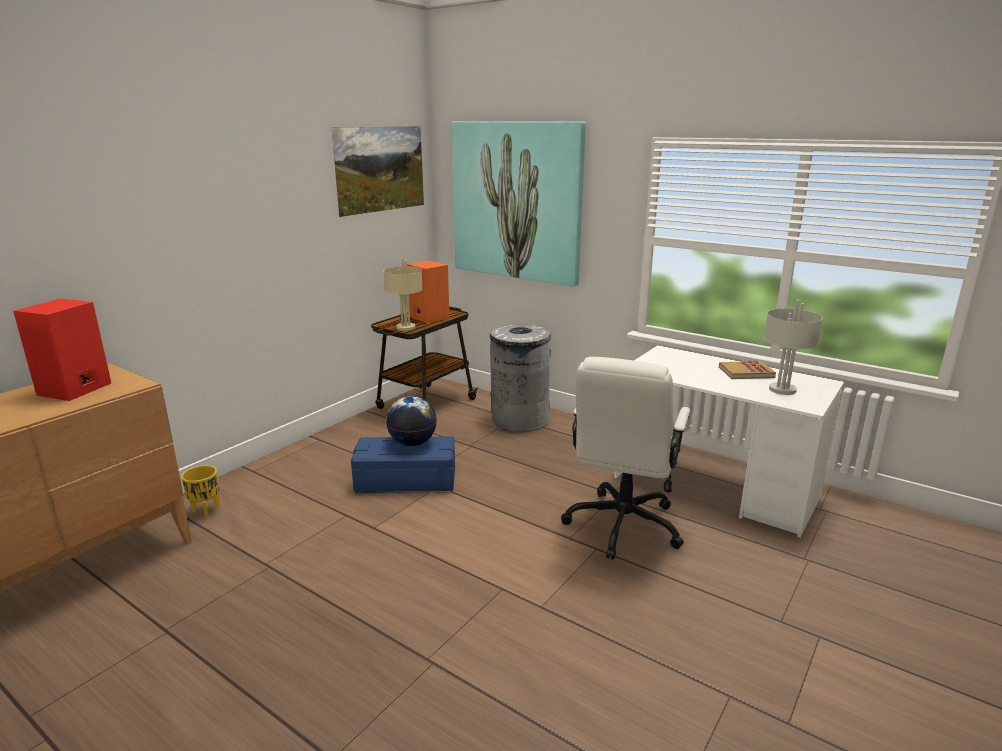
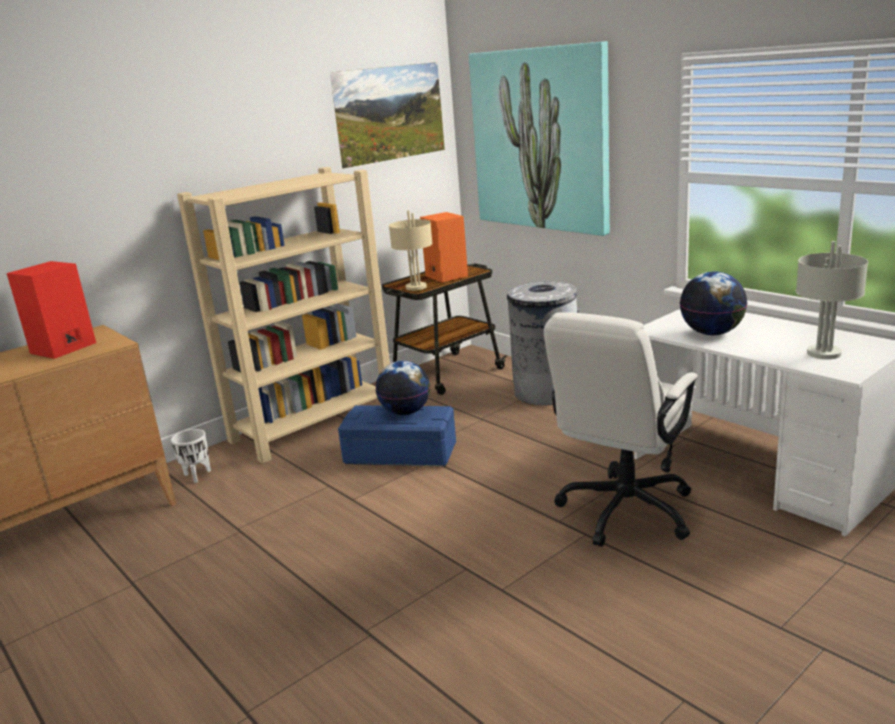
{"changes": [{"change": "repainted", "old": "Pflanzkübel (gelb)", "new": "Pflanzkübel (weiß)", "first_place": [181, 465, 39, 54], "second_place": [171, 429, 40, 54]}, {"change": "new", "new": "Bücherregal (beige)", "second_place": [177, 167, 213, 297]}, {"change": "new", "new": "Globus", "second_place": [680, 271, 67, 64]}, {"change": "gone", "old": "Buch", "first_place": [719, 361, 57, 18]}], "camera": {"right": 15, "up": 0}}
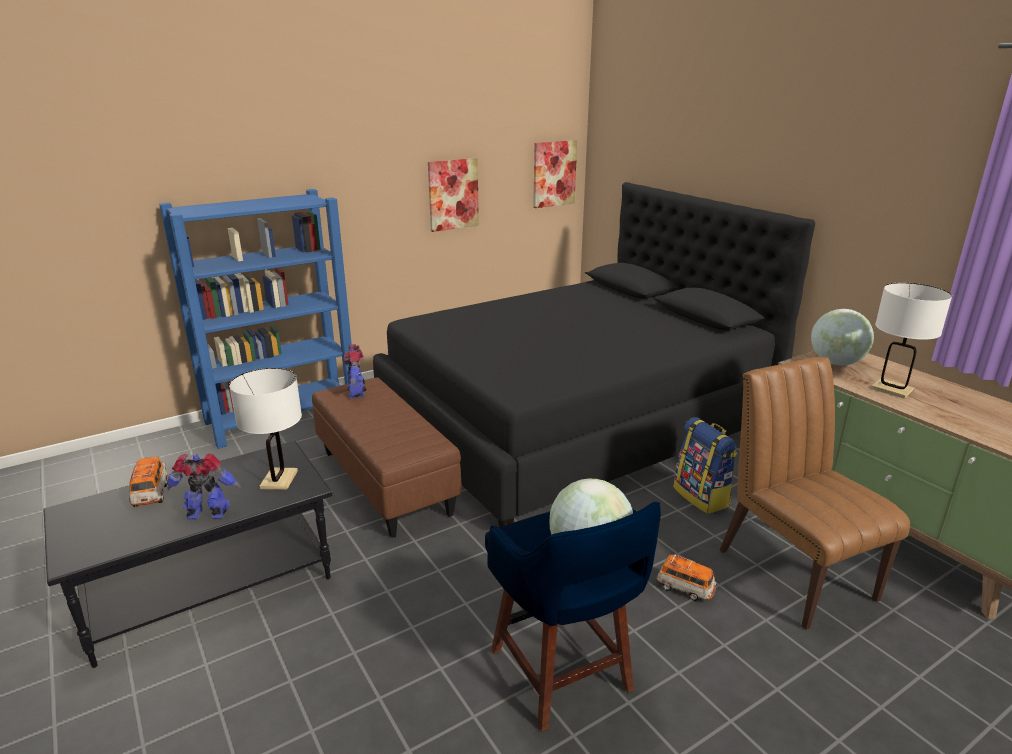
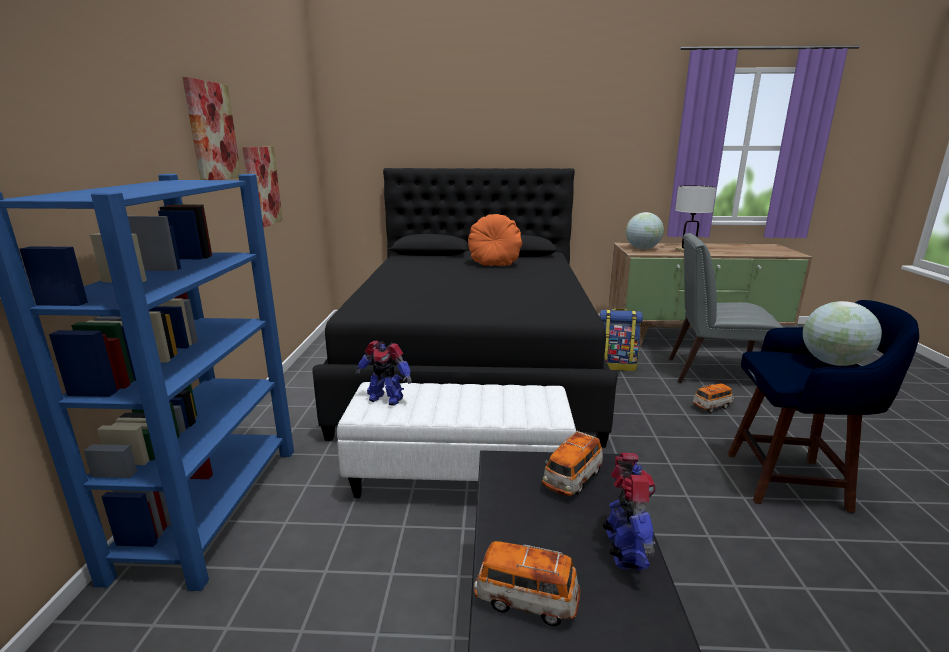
{"changes": [{"change": "shifted", "old": "Bild", "first_place": [533, 140, 44, 68], "second_place": [182, 77, 59, 103]}, {"change": "repainted", "old": "Polsterhocker (braun)", "new": "Polsterhocker (weiß)", "first_place": [312, 377, 150, 161], "second_place": [337, 382, 239, 116]}, {"change": "new", "new": "Kissen (orange)", "second_place": [468, 214, 54, 52]}, {"change": "swapped", "old": "Tischlampe (weiß)", "new": "Spielzeugauto", "first_place": [229, 368, 73, 122], "second_place": [542, 430, 61, 66]}, {"change": "rotated", "old": "Spielzeugroboter", "first_place": [166, 453, 75, 66], "second_place": [603, 453, 53, 118], "degrees": 150}, {"change": "repainted", "old": "Stuhl (braun)", "new": "Stuhl (grau)", "first_place": [719, 357, 191, 273], "second_place": [669, 233, 114, 150]}], "camera": {"right": -55, "up": -5}}
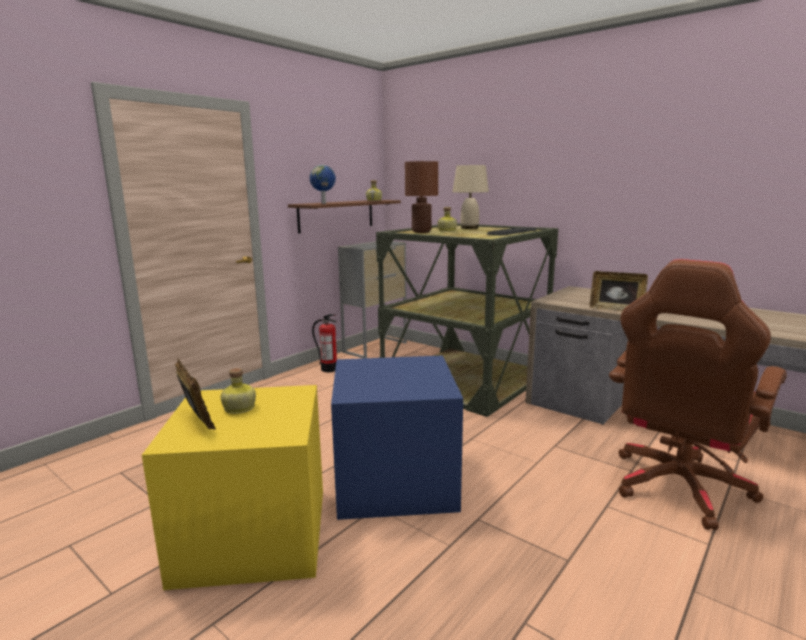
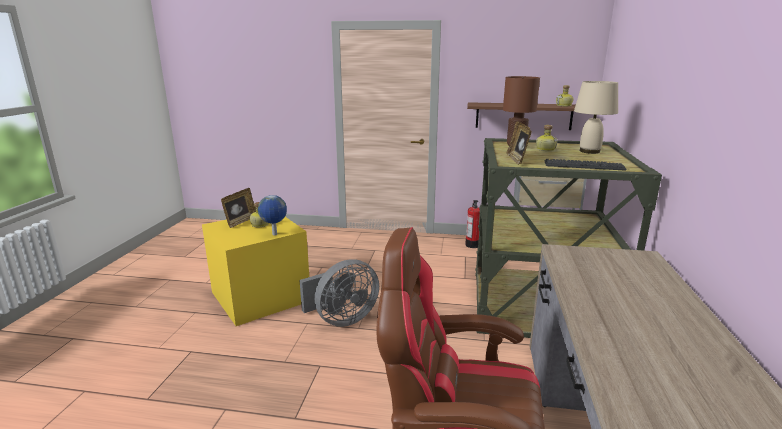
{"changes": [{"change": "shifted", "old": "Globus", "first_place": [310, 165, 26, 39], "second_place": [258, 195, 29, 41]}, {"change": "swapped", "old": "Aufbewahrungsbox (blau)", "new": "Ventilator (grau)", "first_place": [331, 355, 132, 165], "second_place": [300, 259, 79, 68]}, {"change": "shifted", "old": "Bilderrahmen", "first_place": [590, 271, 58, 41], "second_place": [506, 121, 26, 44]}], "camera": {"right": 60, "up": 5}}
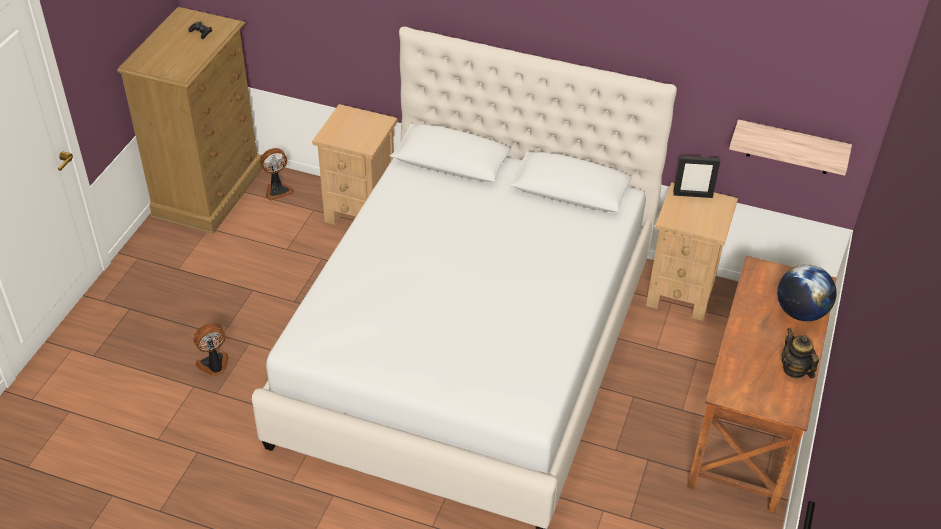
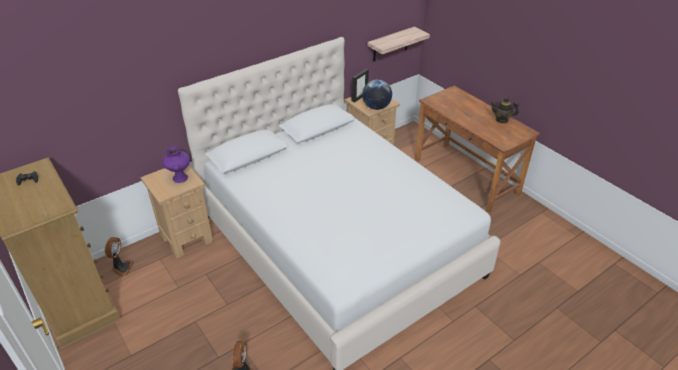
{"changes": [{"change": "new", "new": "Vase (lila)", "second_place": [162, 146, 28, 37]}, {"change": "shifted", "old": "Globus", "first_place": [777, 264, 60, 57], "second_place": [362, 79, 30, 31]}], "camera": {"right": -55, "up": -5}}
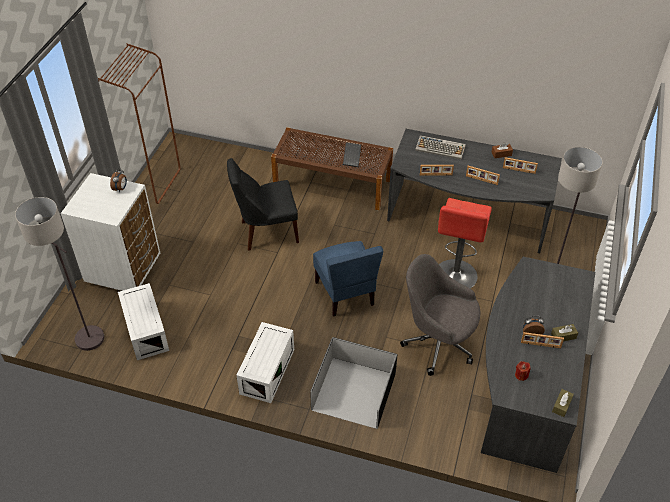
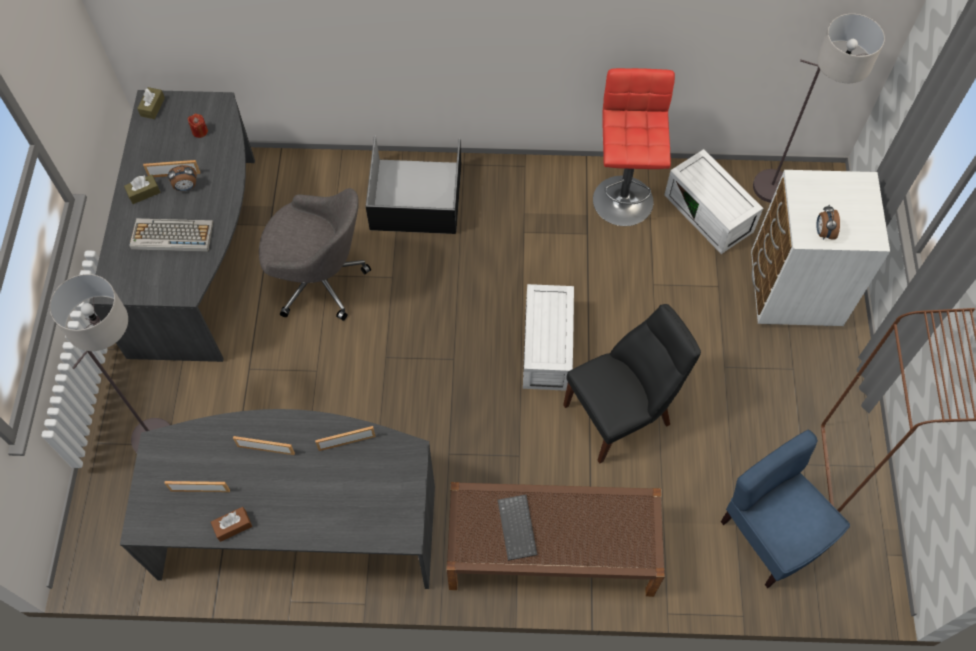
{"changes": [{"change": "shifted", "old": "Tastatur", "first_place": [415, 135, 51, 24], "second_place": [130, 218, 84, 34]}, {"change": "shifted", "old": "Aufbewahrungsbox (weiß)", "first_place": [236, 322, 58, 81], "second_place": [523, 284, 51, 107]}, {"change": "shifted", "old": "Hocker (rot)", "first_place": [438, 198, 54, 91], "second_place": [593, 68, 82, 158]}, {"change": "shifted", "old": "Stuhl (blau)", "first_place": [313, 241, 70, 76], "second_place": [721, 430, 129, 158]}], "camera": {"right": 165, "up": 15}}
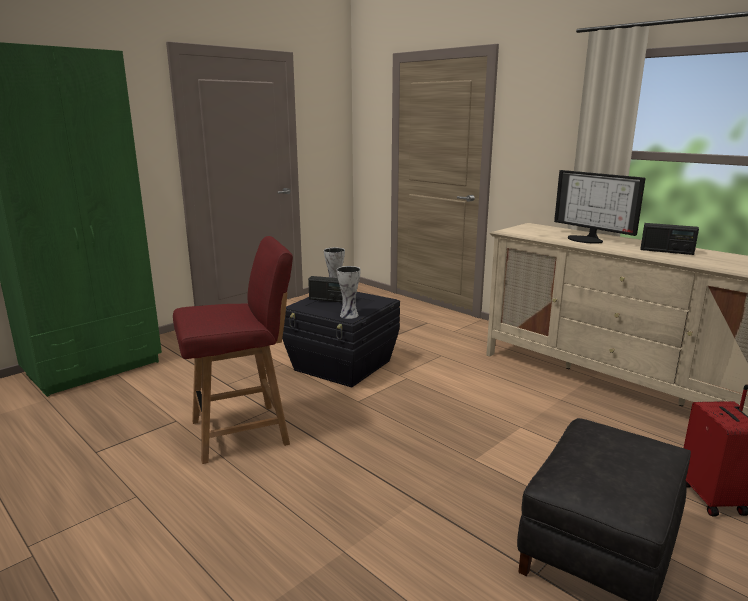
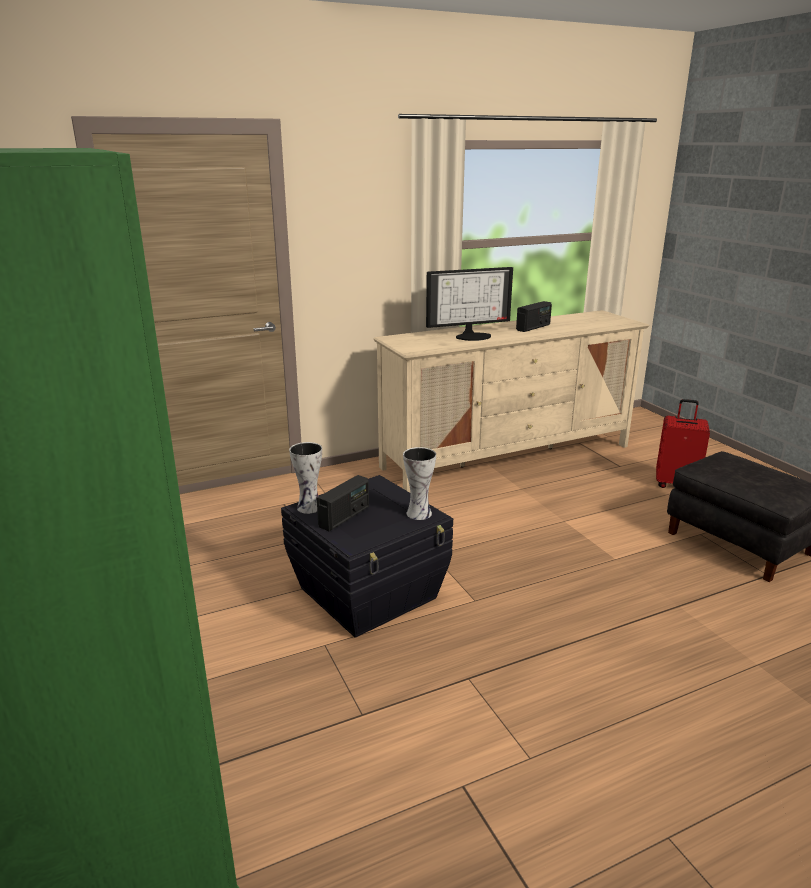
{"changes": [{"change": "gone", "old": "Stuhl (rot)", "first_place": [173, 236, 120, 228]}], "camera": {"right": -70, "up": 5}}
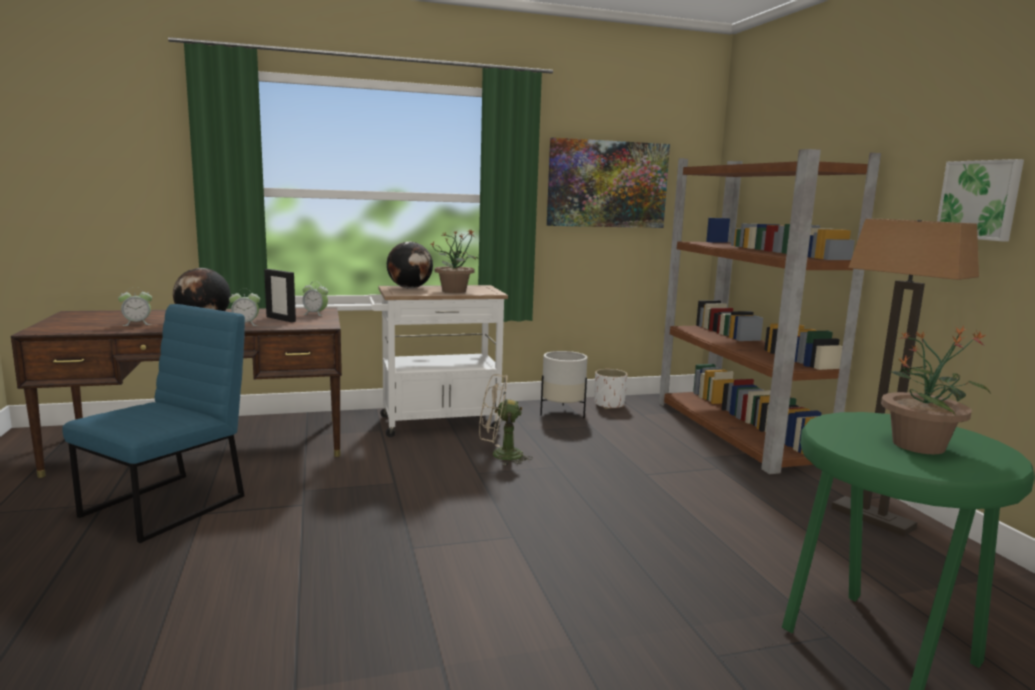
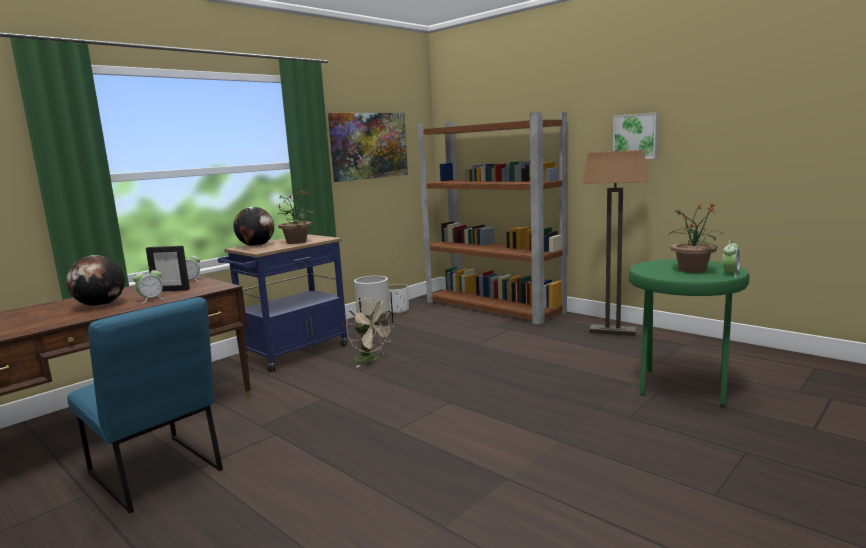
{"changes": [{"change": "rotated", "old": "Stuhl (blau)", "first_place": [62, 304, 183, 239], "second_place": [67, 297, 156, 217], "degrees": 135}, {"change": "repainted", "old": "Rollwagen (weiß)", "new": "Rollwagen (blau)", "first_place": [367, 285, 141, 152], "second_place": [218, 234, 129, 139]}, {"change": "rotated", "old": "Ventilator (beige)", "first_place": [479, 374, 54, 91], "second_place": [346, 298, 49, 69], "degrees": -105}, {"change": "shifted", "old": "Wecker", "first_place": [118, 287, 34, 39], "second_place": [723, 240, 17, 37]}], "camera": {"right": -30, "up": 0}}
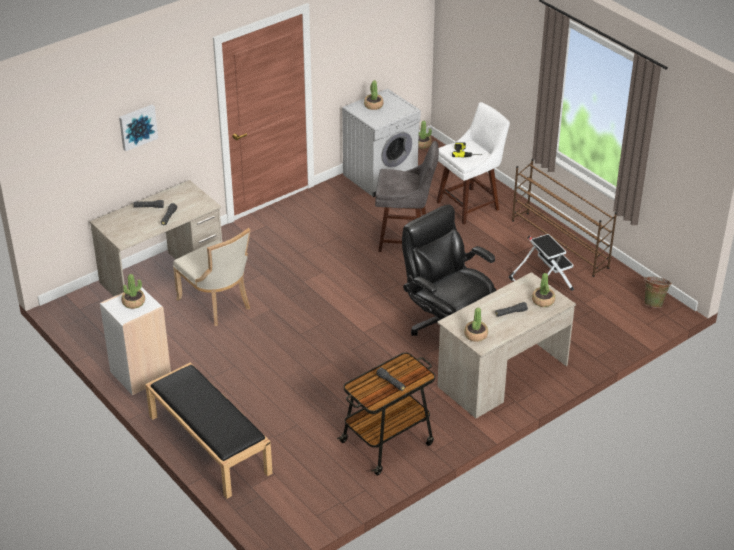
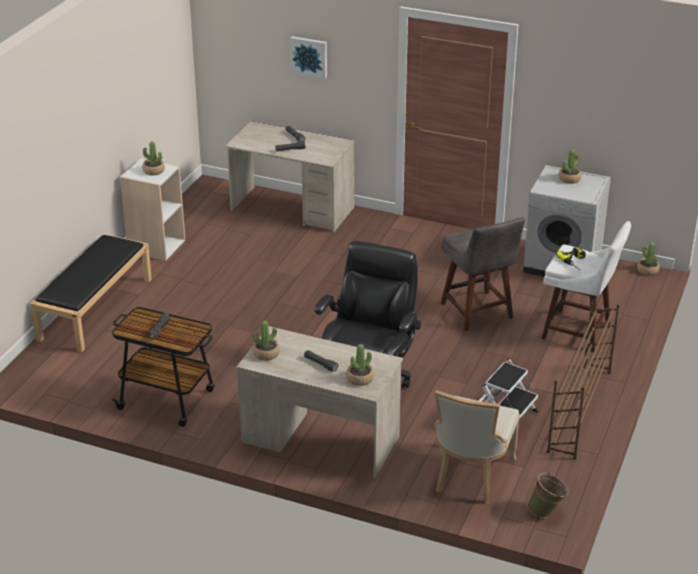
{"changes": [{"change": "shifted", "old": "Stuhl (beige)", "first_place": [173, 228, 77, 98], "second_place": [435, 390, 84, 114]}], "camera": {"right": 60, "up": -5}}
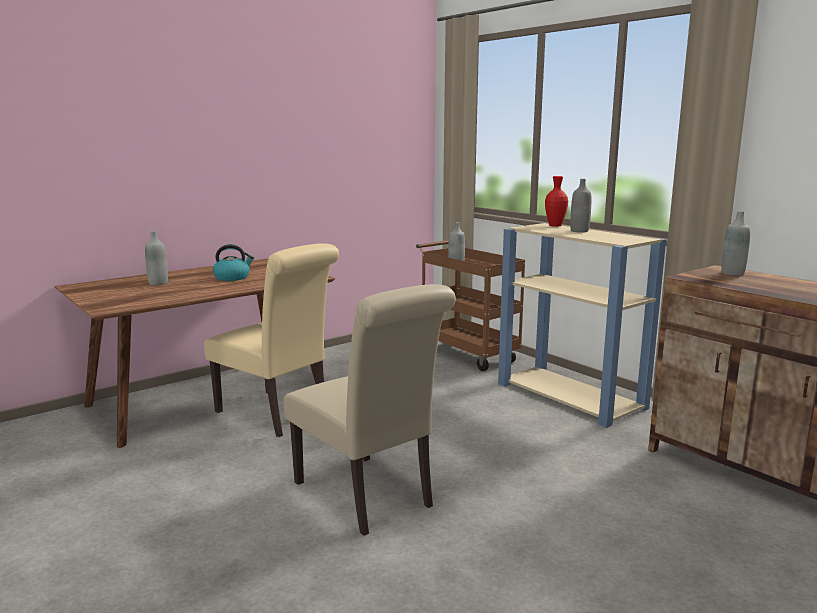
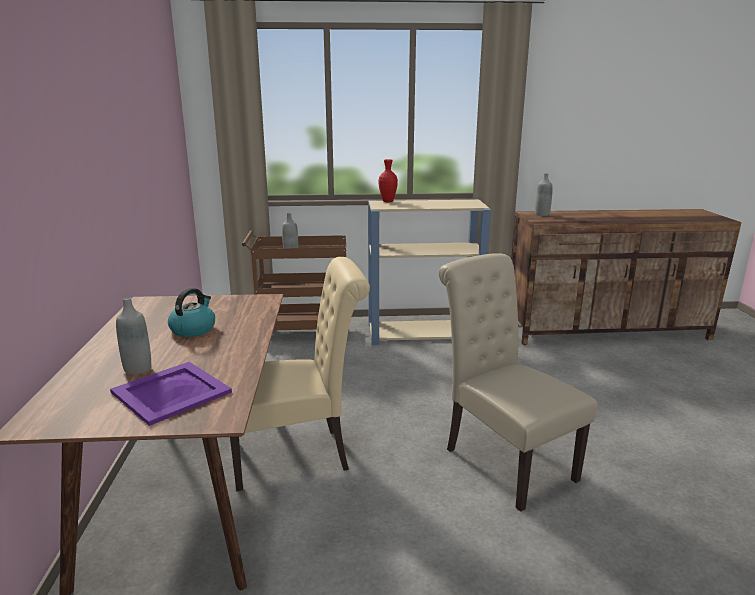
{"changes": [{"change": "new", "new": "Tablett (lila)", "second_place": [110, 362, 122, 64]}, {"change": "rotated", "old": "Stuhl (beige)", "first_place": [284, 284, 172, 252], "second_place": [439, 253, 158, 259], "degrees": -120}, {"change": "gone", "old": "Flasche (grau)", "first_place": [570, 179, 21, 54]}], "camera": {"right": -55, "up": 5}}
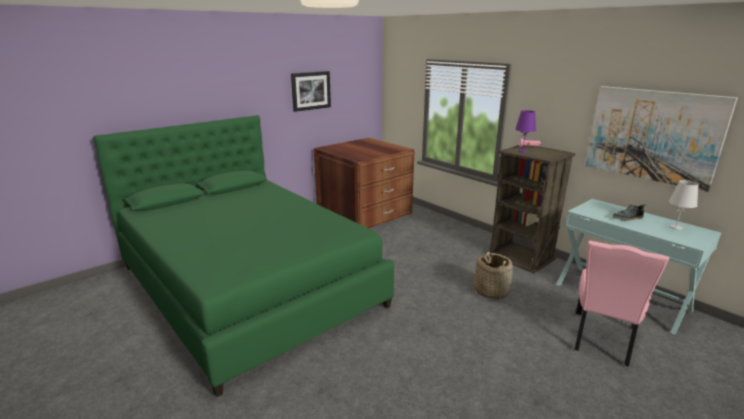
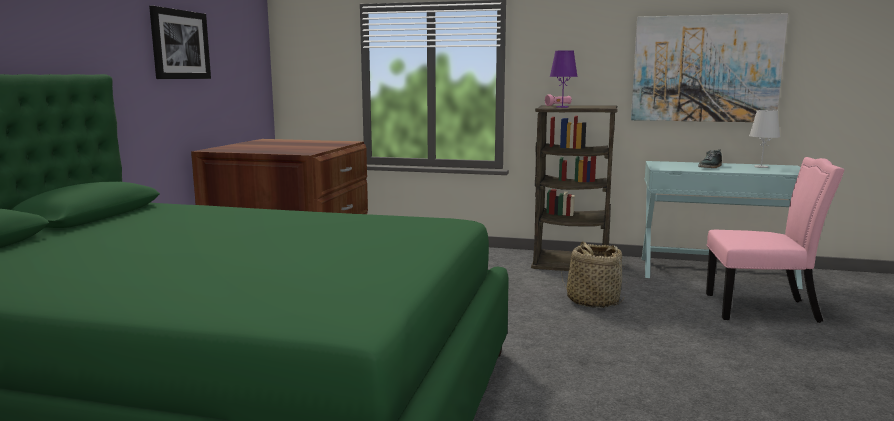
{"changes": [{"change": "rotated", "old": "Stuhl (rosa)", "first_place": [575, 241, 94, 126], "second_place": [706, 157, 138, 166], "degrees": -75}], "camera": {"right": -35, "up": -10}}
